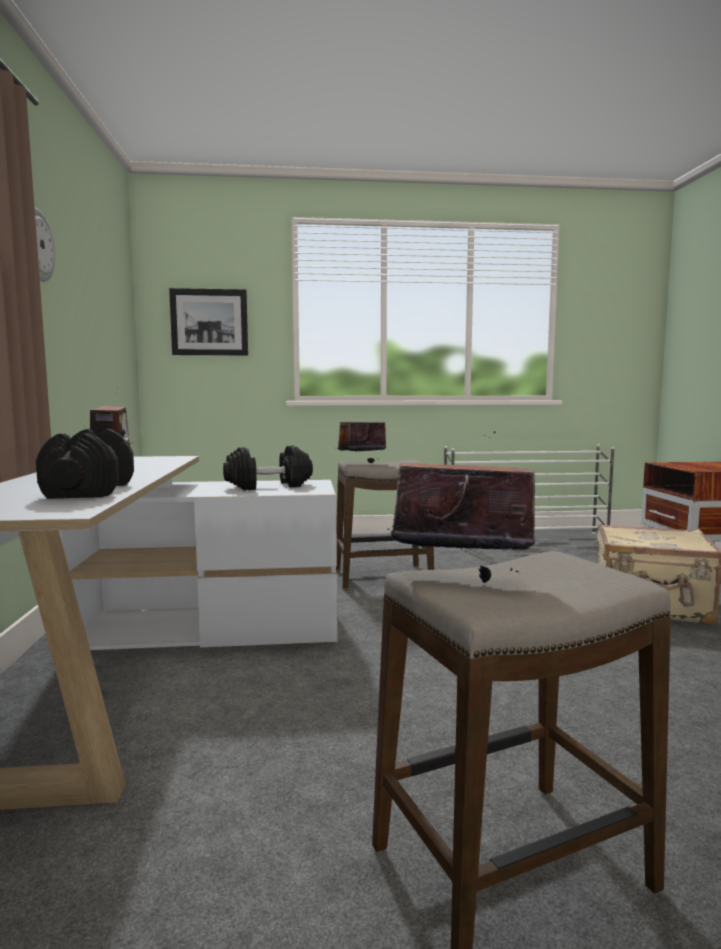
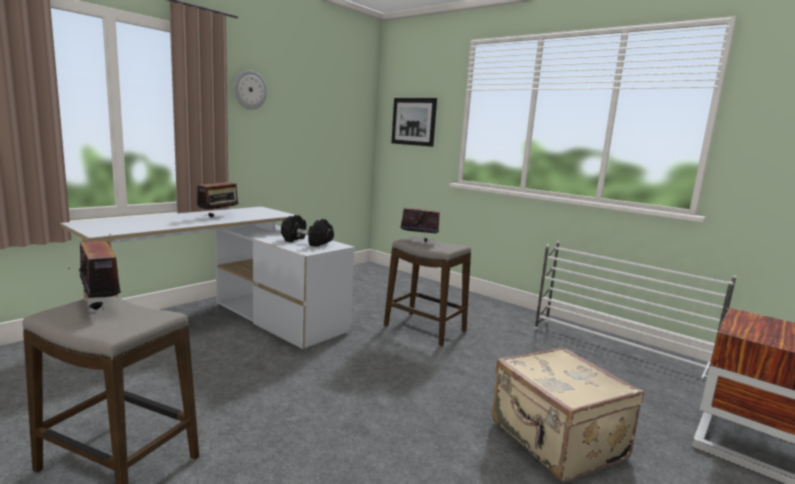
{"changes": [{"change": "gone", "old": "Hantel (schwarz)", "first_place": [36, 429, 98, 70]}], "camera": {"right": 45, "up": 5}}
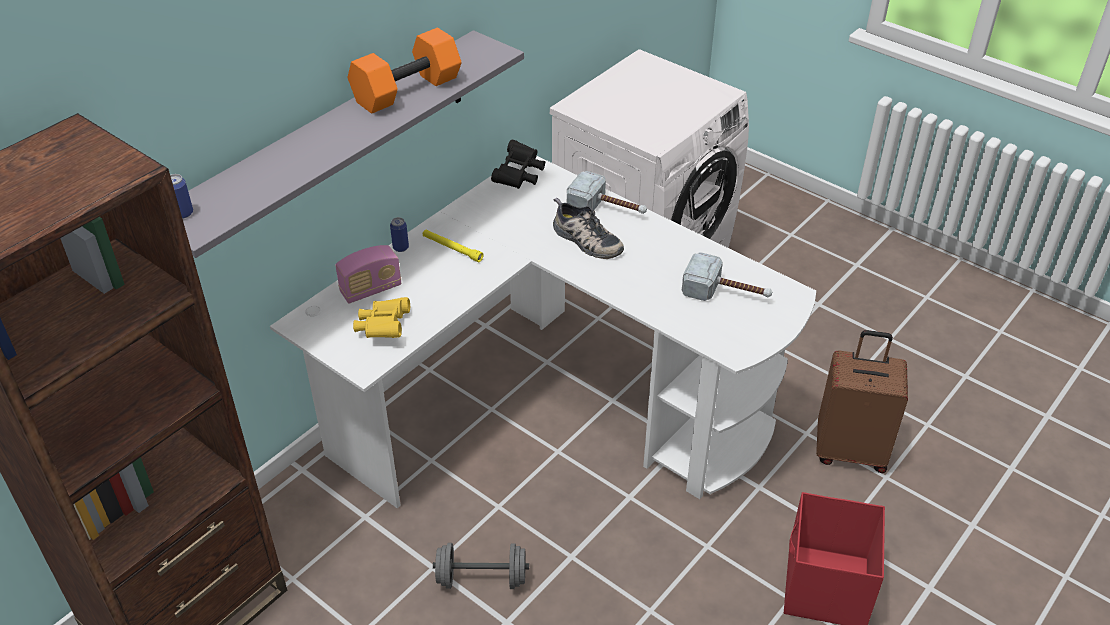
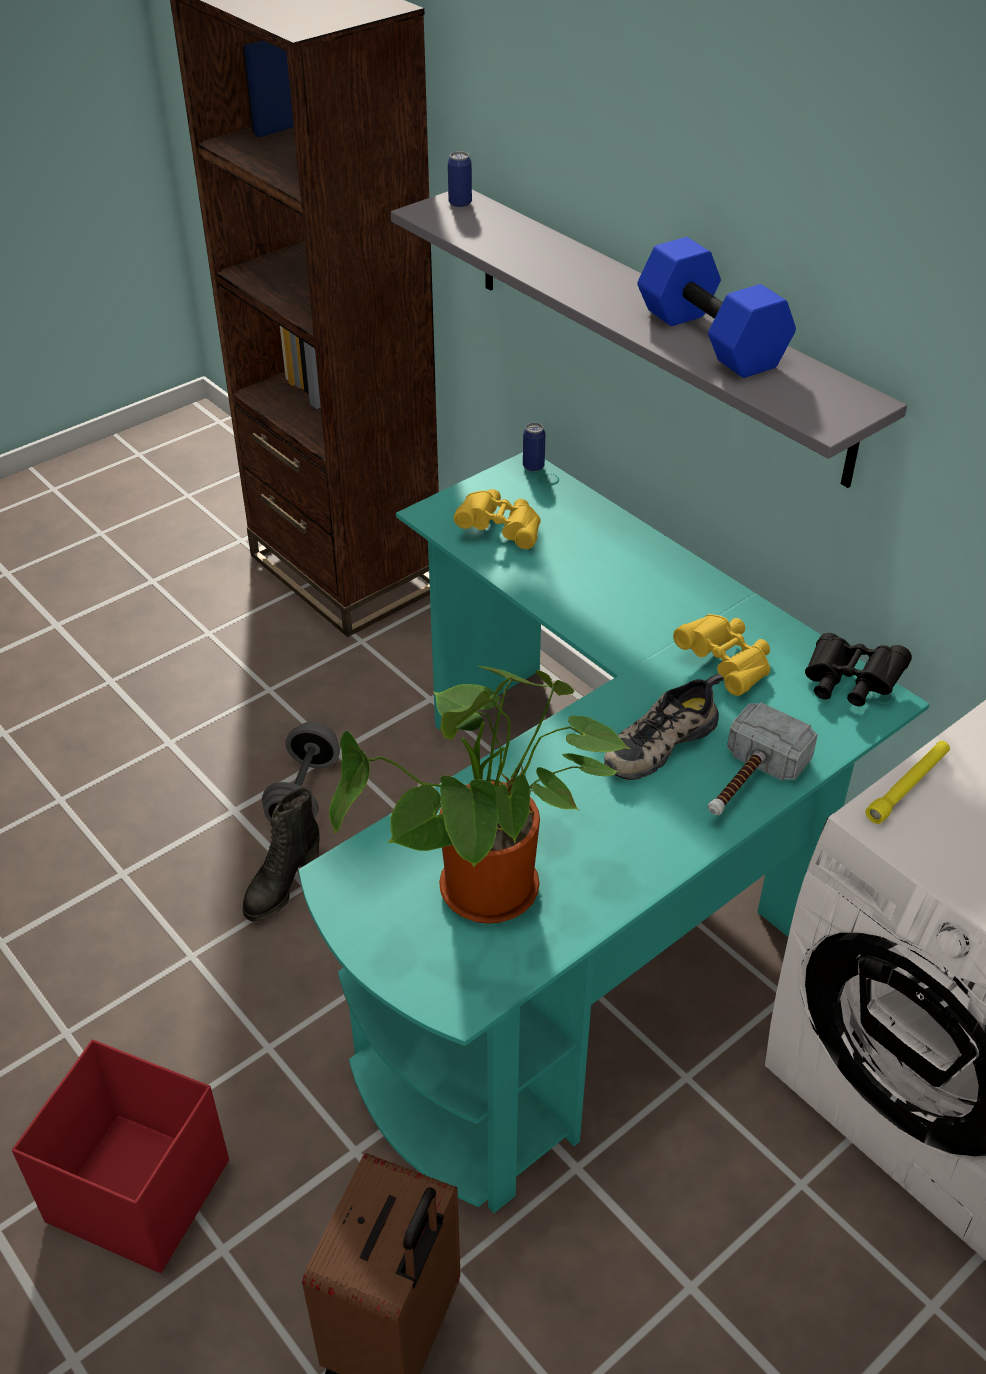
{"changes": [{"change": "new", "new": "Stiefel (schwarz)", "second_place": [243, 787, 77, 135]}, {"change": "repainted", "old": "Schreibtisch (weiß)", "new": "Schreibtisch (türkis)", "first_place": [270, 156, 546, 352], "second_place": [298, 452, 632, 761]}, {"change": "swapped", "old": "Hammer", "new": "Topfpflanze", "first_place": [682, 252, 90, 49], "second_place": [329, 666, 301, 258]}, {"change": "shifted", "old": "Dose", "first_place": [390, 217, 19, 35], "second_place": [523, 423, 22, 49]}, {"change": "repainted", "old": "Hantel (orange)", "new": "Hantel (blau)", "first_place": [348, 28, 114, 85], "second_place": [637, 237, 159, 141]}, {"change": "new", "new": "Fernglas (gelb)", "second_place": [673, 614, 97, 82]}, {"change": "shifted", "old": "Taschenlampe (gelb)", "first_place": [423, 230, 61, 32], "second_place": [865, 741, 85, 83]}, {"change": "gone", "old": "Radio", "first_place": [335, 245, 66, 59]}], "camera": {"right": 100, "up": 0}}
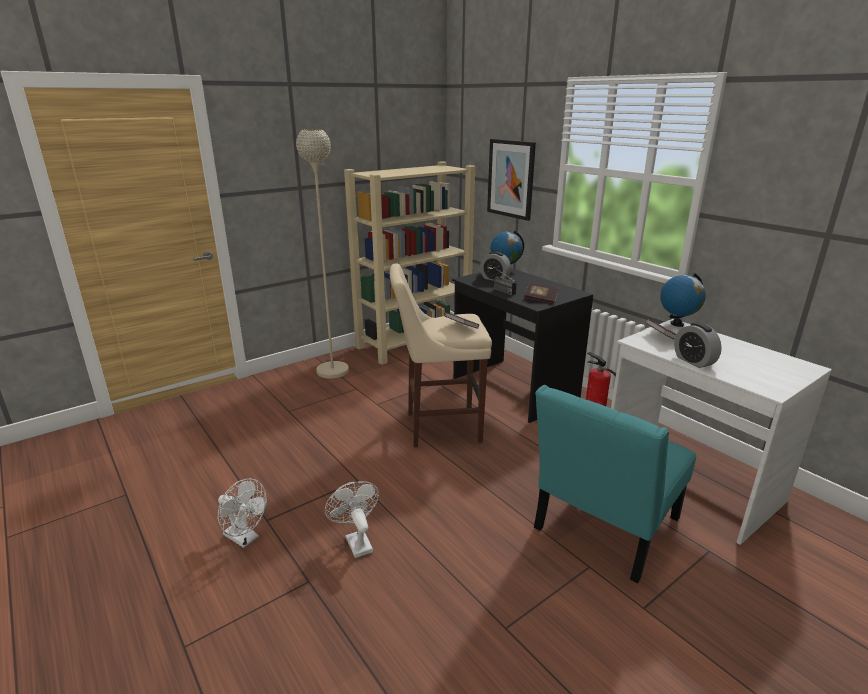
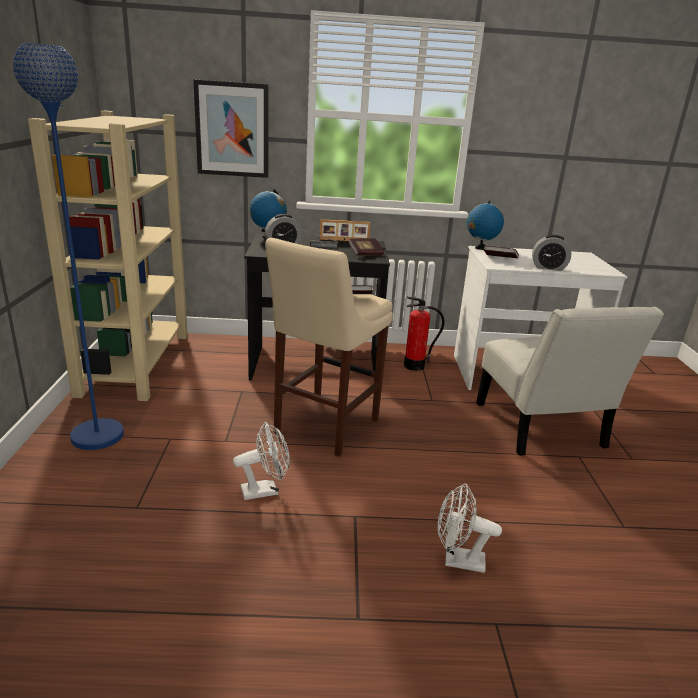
{"changes": [{"change": "repainted", "old": "Stehlampe (beige)", "new": "Stehlampe (blau)", "first_place": [296, 129, 53, 250], "second_place": [13, 43, 111, 407]}, {"change": "shifted", "old": "Ventilator (weiß)", "first_place": [218, 479, 49, 69], "second_place": [233, 422, 56, 78]}, {"change": "new", "new": "Bilderrahmen", "second_place": [320, 219, 51, 22]}, {"change": "repainted", "old": "Stuhl (türkis)", "new": "Stuhl (weiß)", "first_place": [534, 385, 162, 198], "second_place": [476, 307, 188, 149]}], "camera": {"right": -55, "up": 0}}
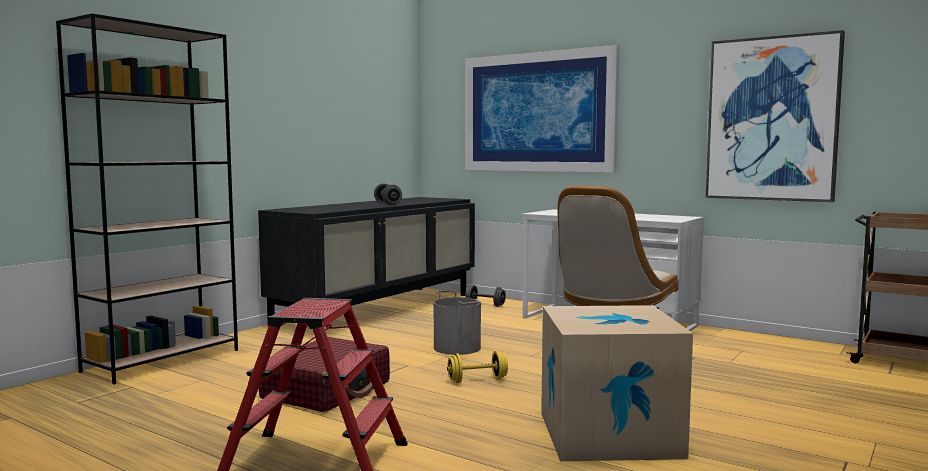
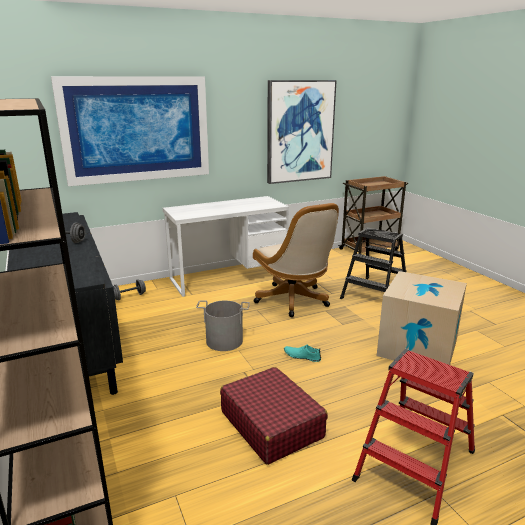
{"changes": [{"change": "swapped", "old": "Hantel (gelb)", "new": "Schuh (türkis)", "first_place": [447, 351, 61, 32], "second_place": [284, 345, 37, 17]}, {"change": "new", "new": "Trittleiter (schwarz)", "second_place": [340, 227, 67, 72]}], "camera": {"right": -60, "up": 15}}
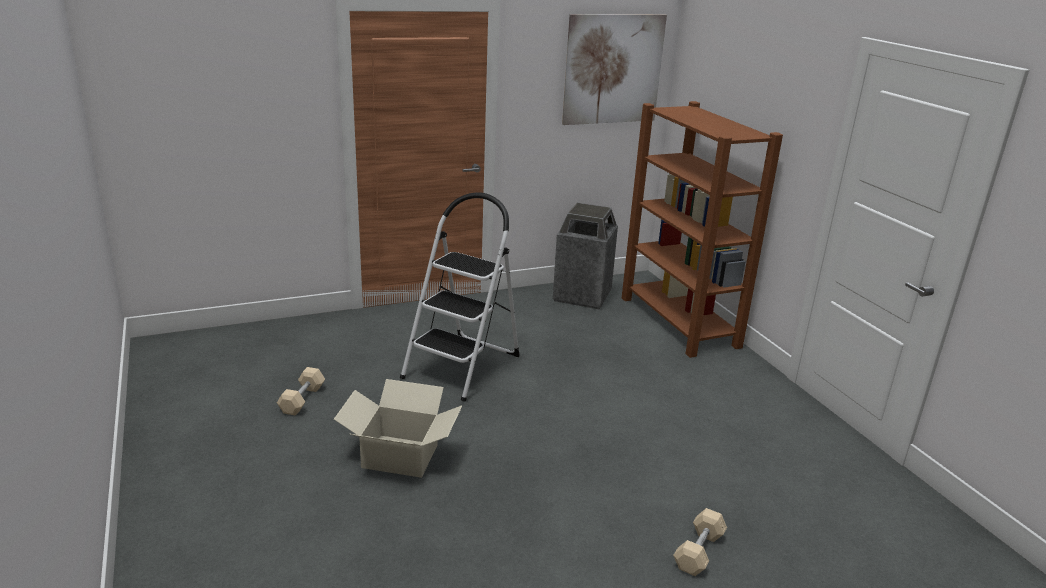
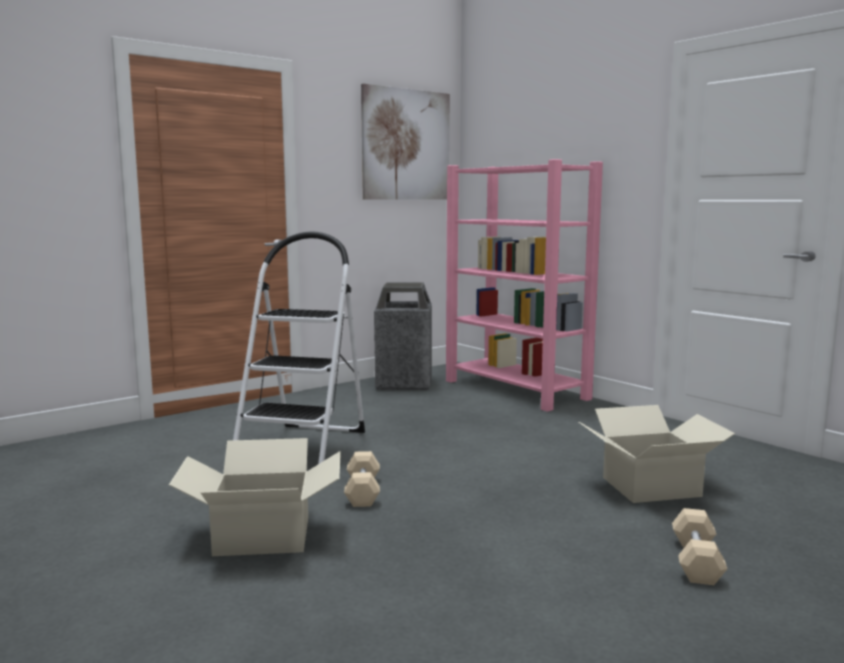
{"changes": [{"change": "shifted", "old": "Hantel (beige)", "first_place": [277, 367, 48, 49], "second_place": [344, 451, 36, 56]}, {"change": "repainted", "old": "Bücherregal (braun)", "new": "Bücherregal (rosa)", "first_place": [622, 101, 161, 257], "second_place": [446, 159, 157, 253]}, {"change": "new", "new": "Karton", "second_place": [579, 405, 157, 98]}], "camera": {"right": -15, "up": -15}}
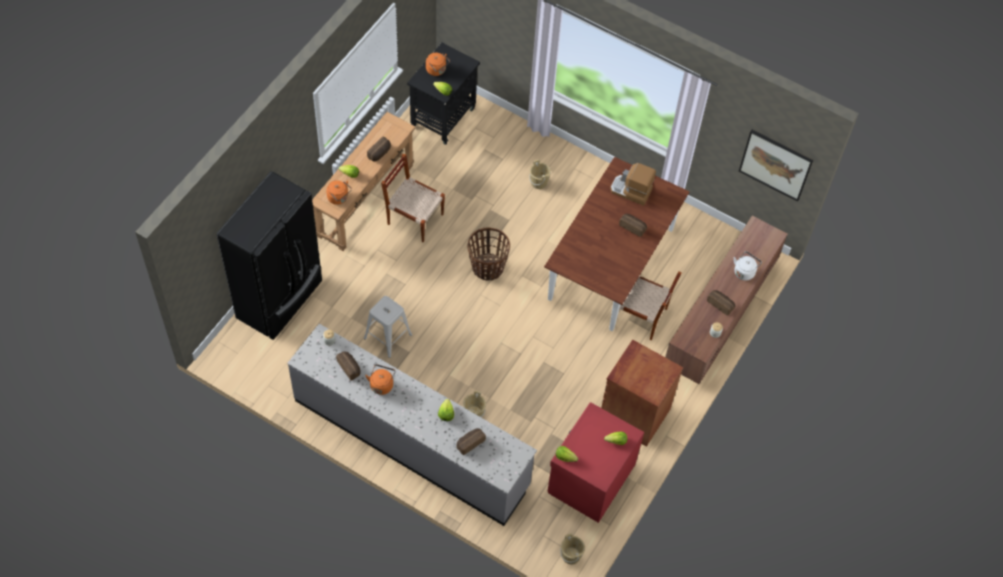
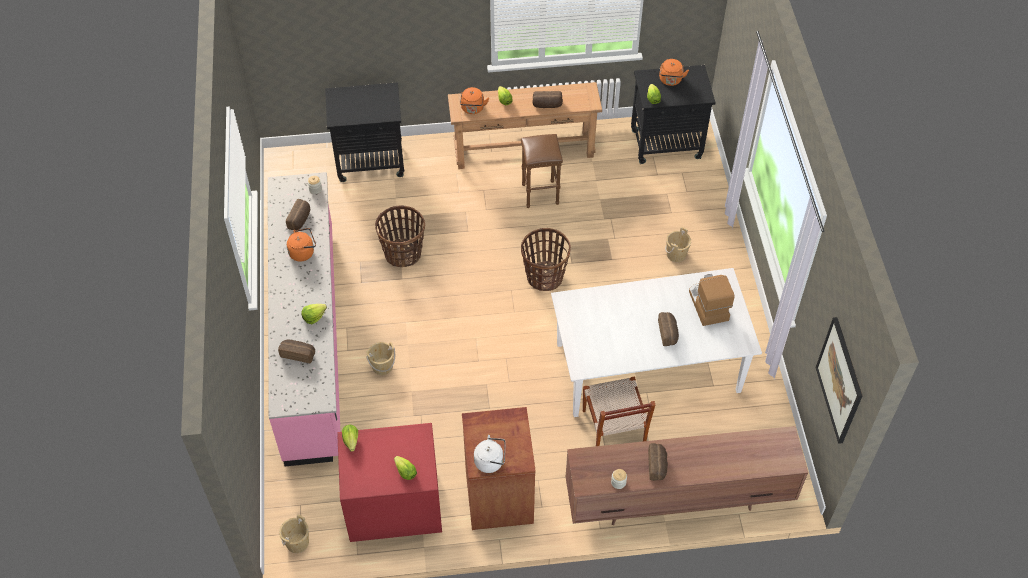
{"changes": [{"change": "repainted", "old": "Küchenzeile (grau)", "new": "Küchenzeile (rosa)", "first_place": [287, 324, 250, 202], "second_place": [268, 172, 73, 294]}, {"change": "swapped", "old": "Kühlschrank (schwarz)", "new": "Rollwagen (schwarz)", "first_place": [216, 171, 106, 169], "second_place": [325, 82, 79, 100]}, {"change": "swapped", "old": "Hocker (weiß)", "new": "Korb", "first_place": [364, 296, 48, 62], "second_place": [375, 206, 50, 61]}, {"change": "shifted", "old": "Wasserkessel (weiß)", "first_place": [734, 251, 28, 30], "second_place": [474, 435, 31, 38]}, {"change": "swapped", "old": "Stuhl", "new": "Hocker (braun)", "first_place": [381, 154, 64, 88], "second_place": [521, 134, 42, 74]}, {"change": "repainted", "old": "Esstisch (braun)", "new": "Esstisch (weiß)", "first_place": [544, 157, 145, 174], "second_place": [551, 268, 211, 149]}], "camera": {"right": 55, "up": -5}}
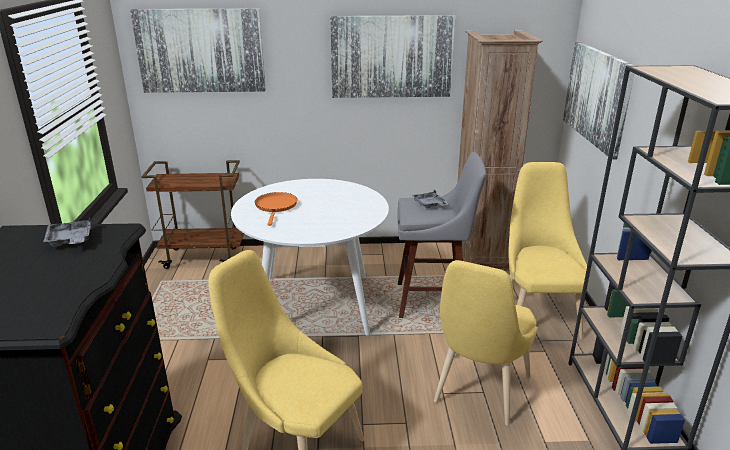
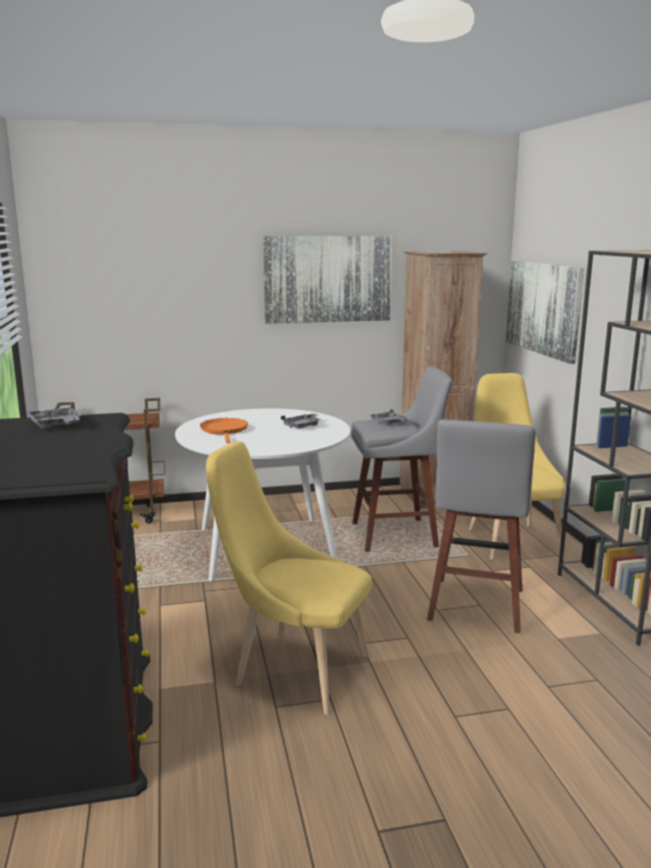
{"changes": [{"change": "new", "new": "Tablett (grau)", "second_place": [281, 414, 41, 15]}, {"change": "swapped", "old": "Stuhl (gelb)", "new": "Hocker (grau)", "first_place": [434, 260, 104, 166], "second_place": [427, 419, 109, 214]}, {"change": "gone", "old": "Bild", "first_place": [130, 9, 136, 84]}], "camera": {"right": -10, "up": -10}}
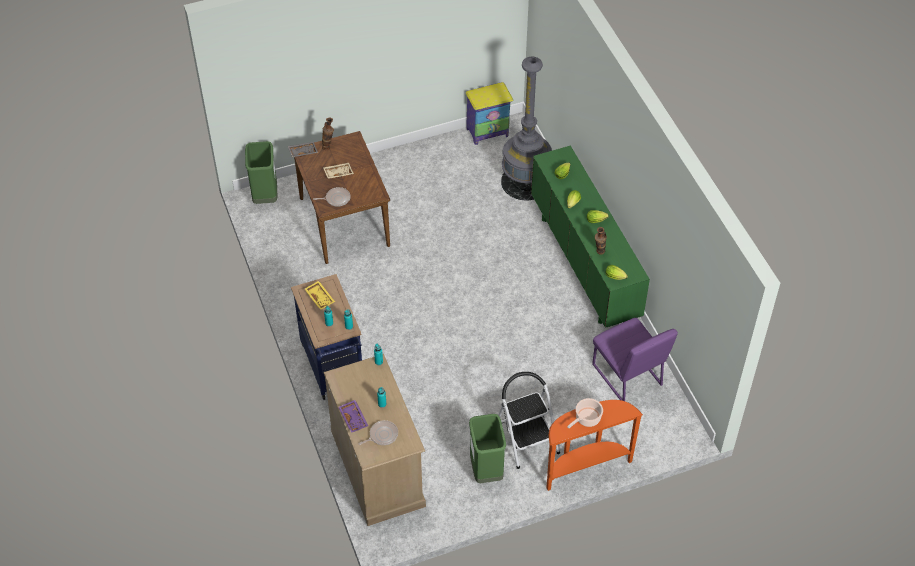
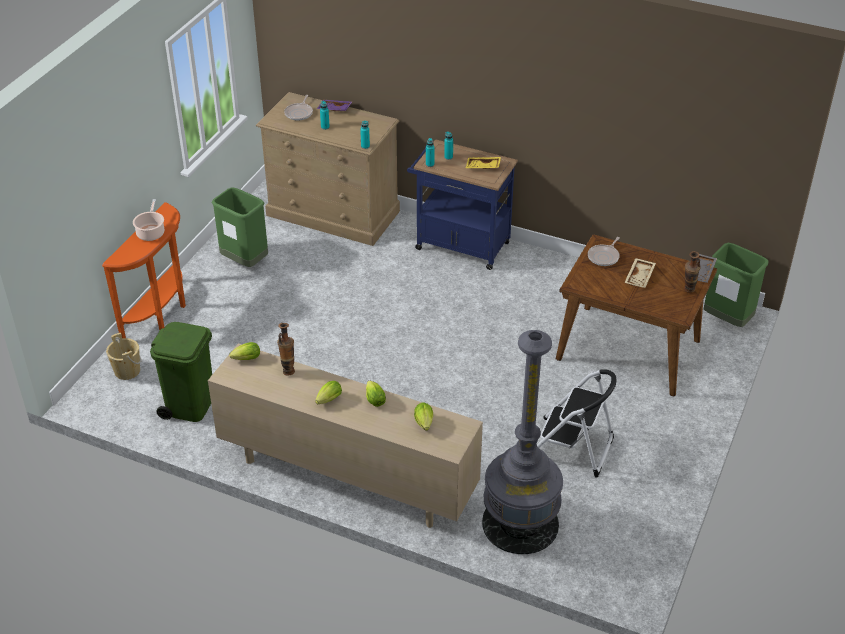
{"changes": [{"change": "new", "new": "Eimer (beige)", "second_place": [106, 333, 35, 47]}, {"change": "swapped", "old": "Stuhl (lila)", "new": "Mülleimer (grün)", "first_place": [592, 318, 86, 83], "second_place": [150, 322, 62, 100]}, {"change": "repainted", "old": "Schrank (grün)", "new": "Schrank (beige)", "first_place": [531, 145, 119, 183], "second_place": [208, 343, 275, 185]}, {"change": "shifted", "old": "Trittleiter", "first_place": [498, 372, 62, 97], "second_place": [537, 369, 79, 109]}, {"change": "gone", "old": "Nachttisch", "first_place": [466, 82, 48, 63]}], "camera": {"right": 135, "up": -10}}
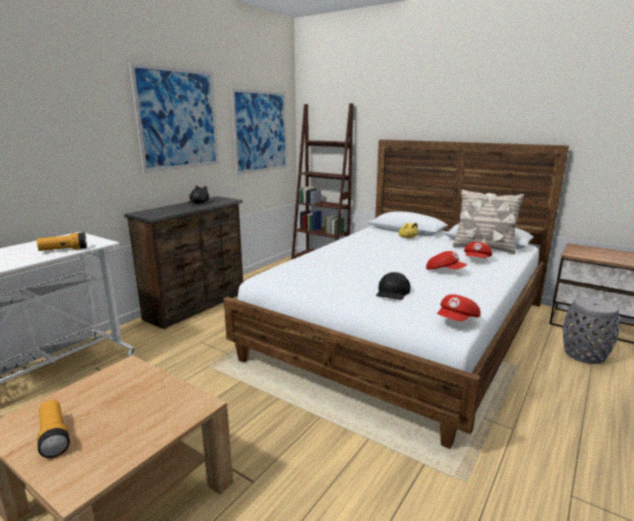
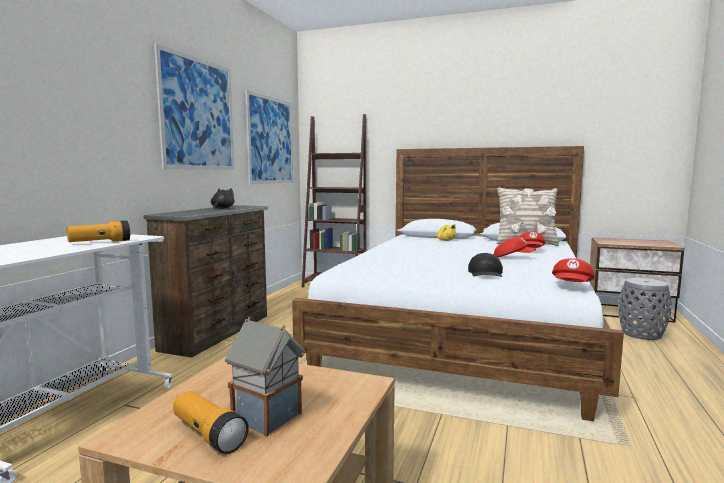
{"changes": [{"change": "new", "new": "Spielzeughaus", "second_place": [225, 317, 80, 120]}], "camera": {"right": -15, "up": -10}}
